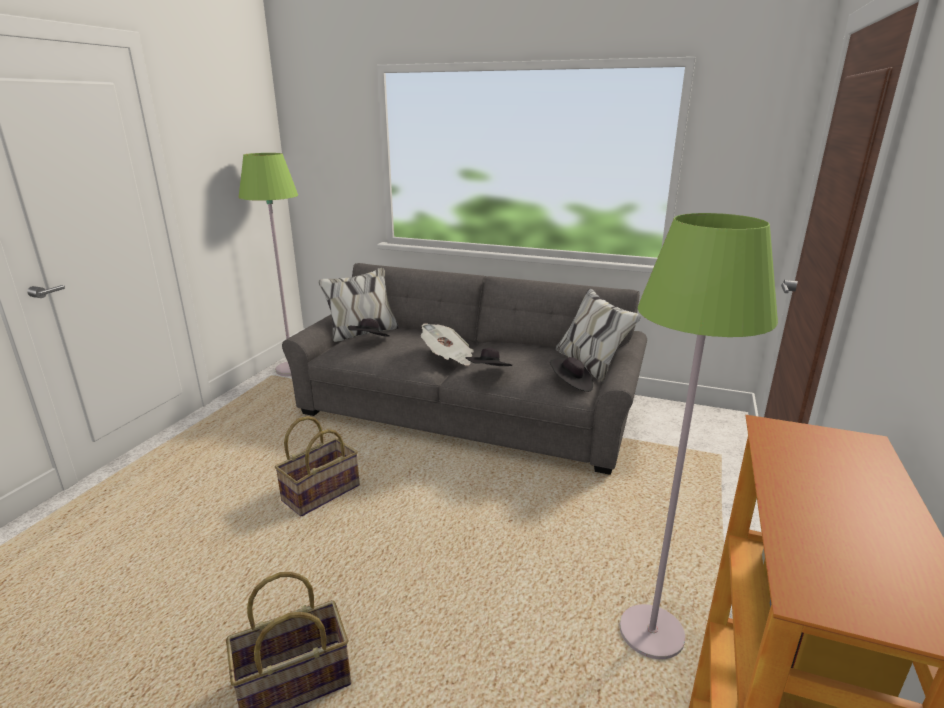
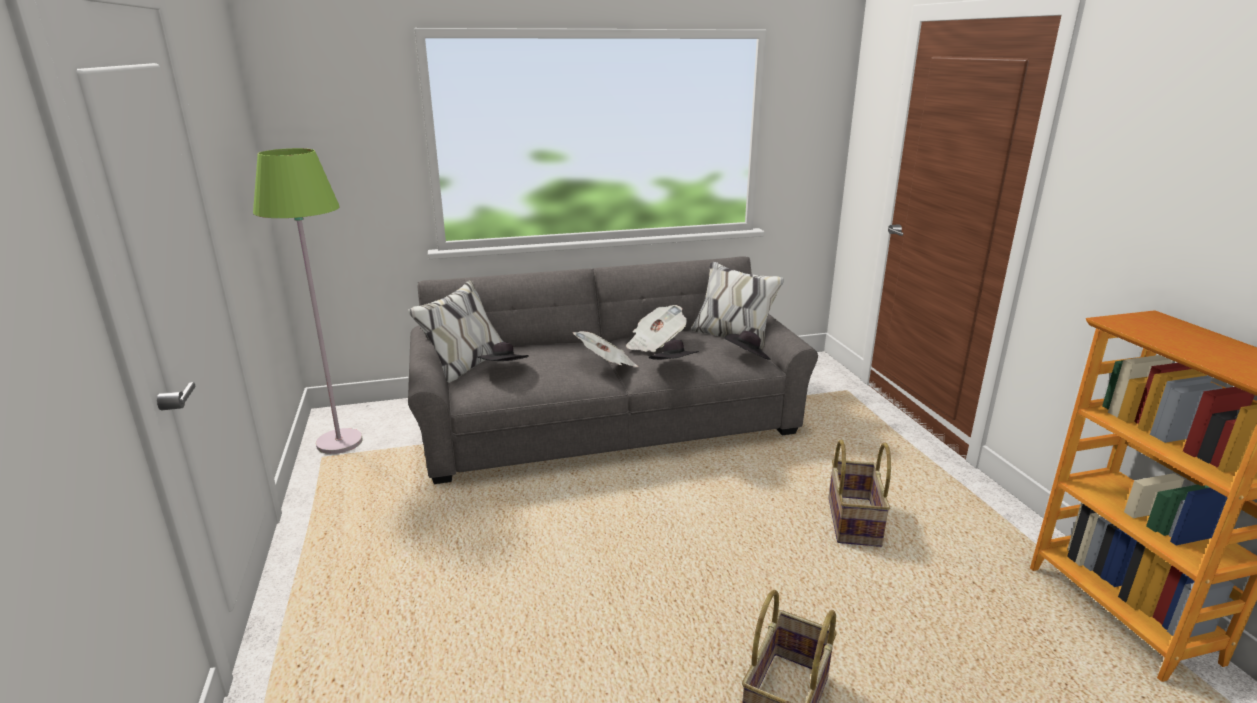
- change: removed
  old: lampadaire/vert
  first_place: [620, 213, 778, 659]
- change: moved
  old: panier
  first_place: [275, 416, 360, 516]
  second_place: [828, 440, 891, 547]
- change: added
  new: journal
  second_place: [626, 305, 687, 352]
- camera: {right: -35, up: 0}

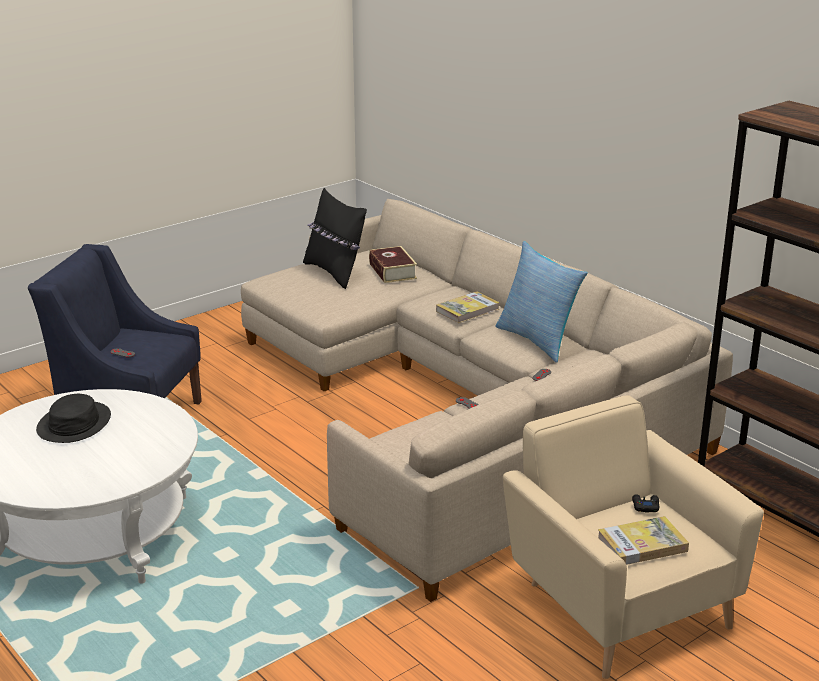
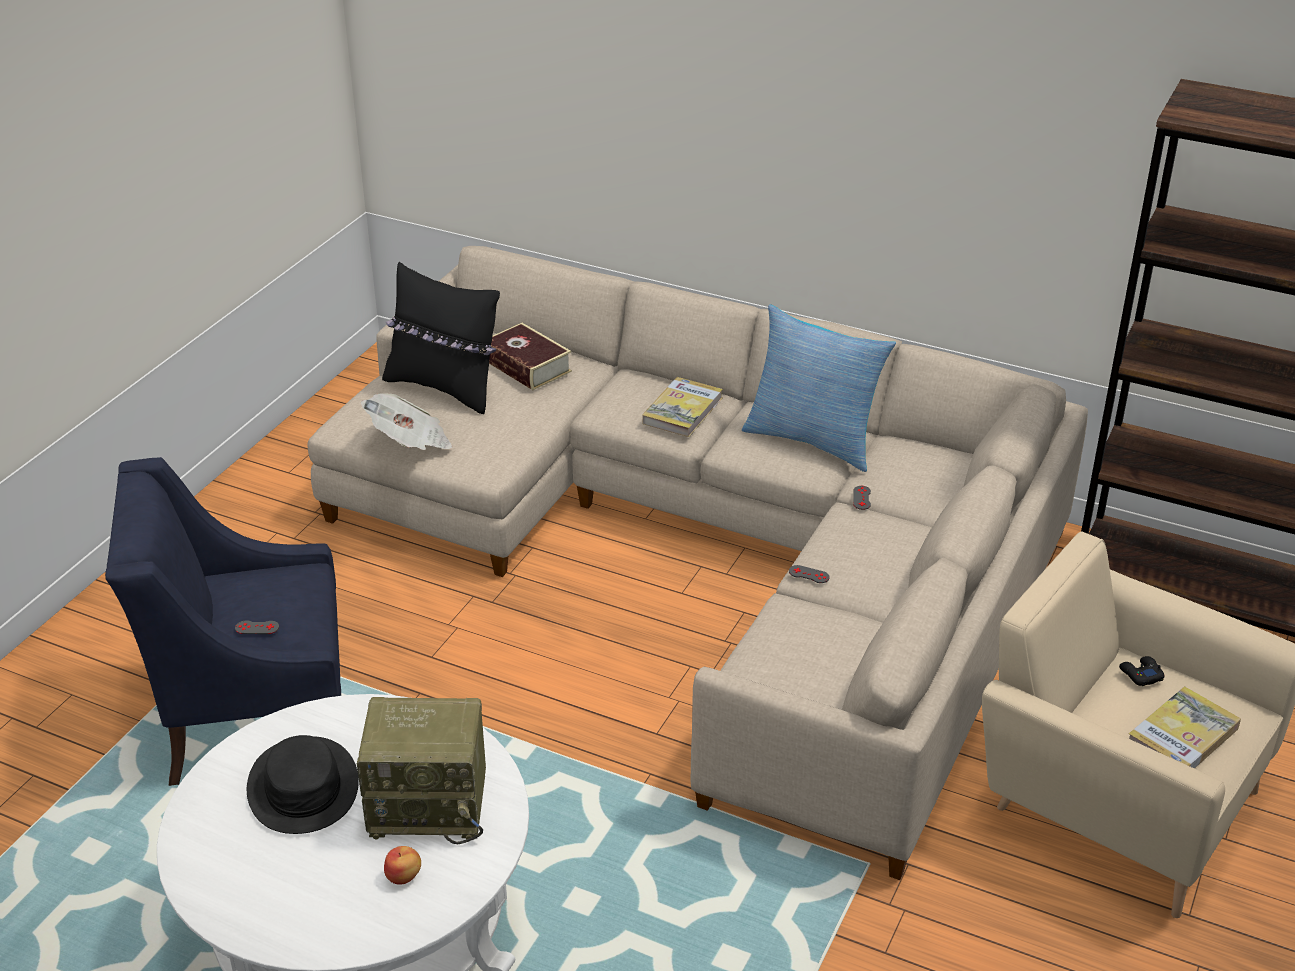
- change: added
  new: journal
  second_place: [361, 393, 452, 450]
- change: added
  new: radio
  second_place: [357, 697, 486, 844]
- change: added
  new: pomme
  second_place: [384, 846, 421, 885]
- camera: {right: -25, up: 10}

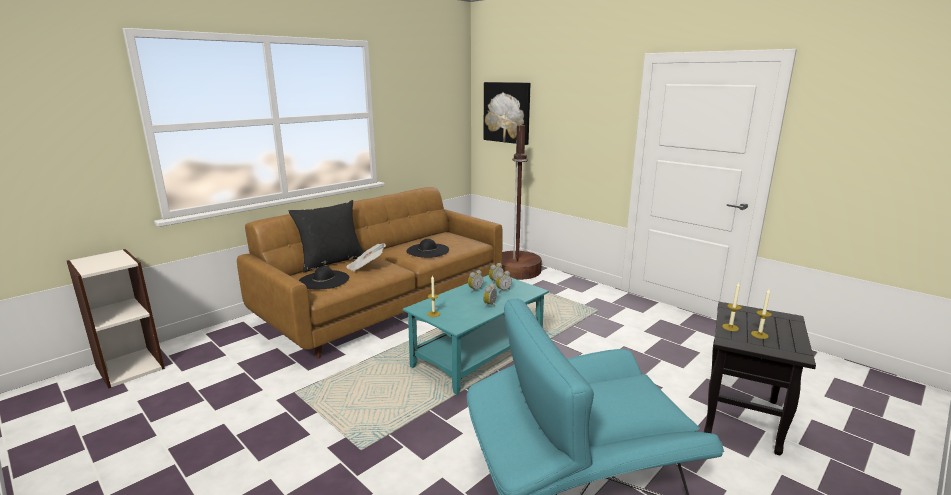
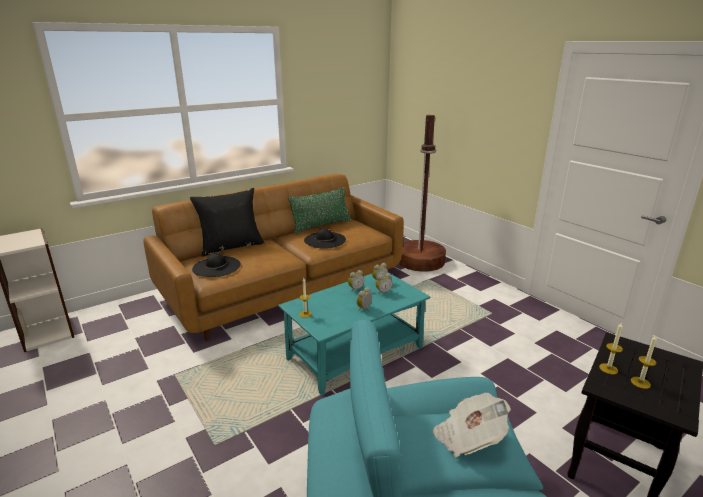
- change: removed
  old: tableau
  first_place: [484, 82, 530, 145]
- change: moved
  old: journal
  first_place: [346, 243, 386, 271]
  second_place: [433, 393, 511, 457]
- change: added
  new: coussin/vert
  second_place: [288, 187, 351, 234]
- camera: {right: 10, up: 5}

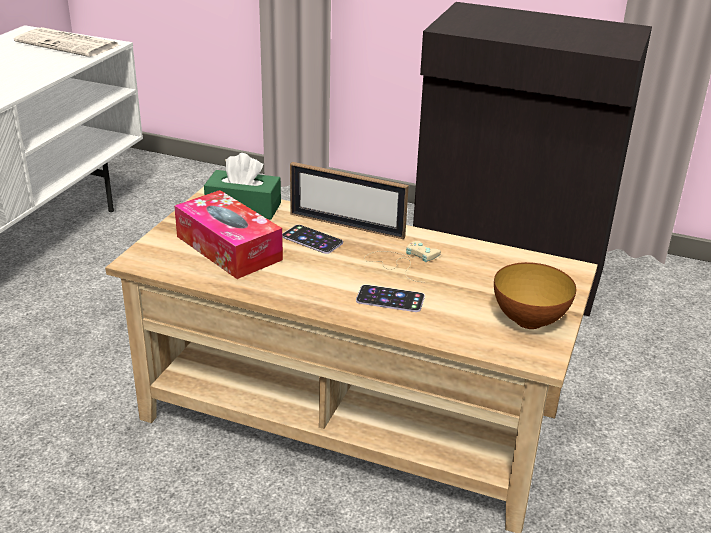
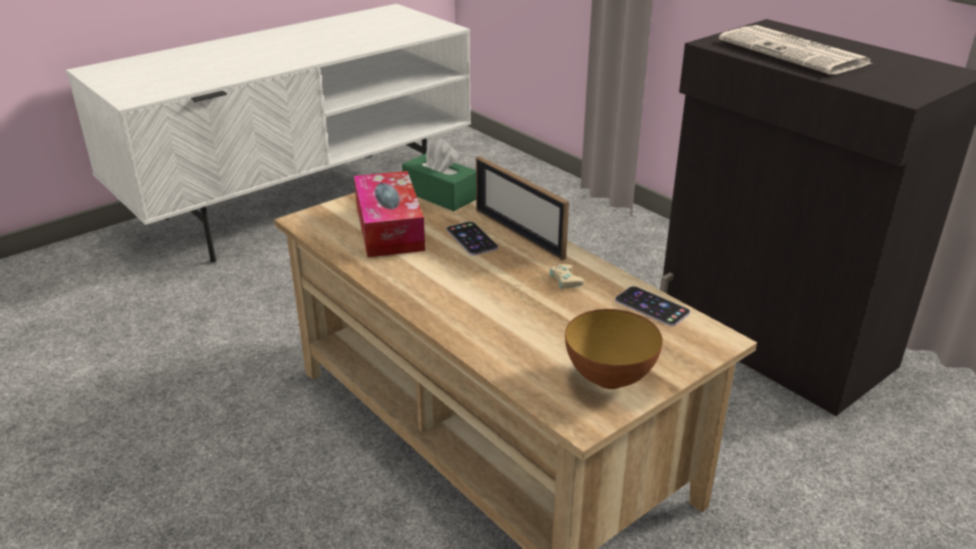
- change: moved
  old: journal
  first_place: [14, 27, 119, 57]
  second_place: [719, 25, 873, 75]
- change: moved
  old: téléphone
  first_place: [356, 285, 425, 312]
  second_place: [615, 286, 690, 326]
- camera: {right: 30, up: 0}

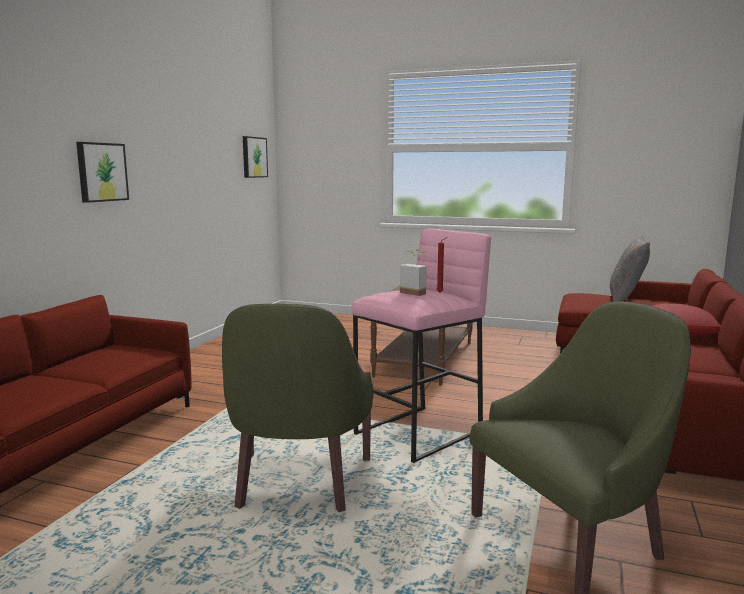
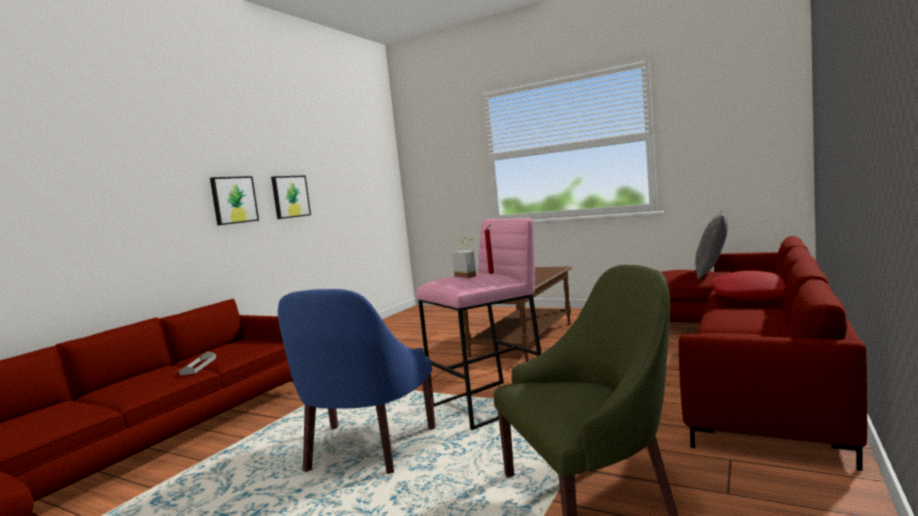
- change: moved
  old: tableau
  first_place: [243, 136, 268, 178]
  second_place: [271, 175, 311, 219]
- change: recoloured
  old: fauteuil/vert
  new: fauteuil/bleu
  first_place: [222, 304, 373, 512]
  second_place: [278, 289, 435, 474]
- change: added
  new: plateau/gris
  second_place: [179, 351, 216, 375]
- camera: {right: 10, up: -5}

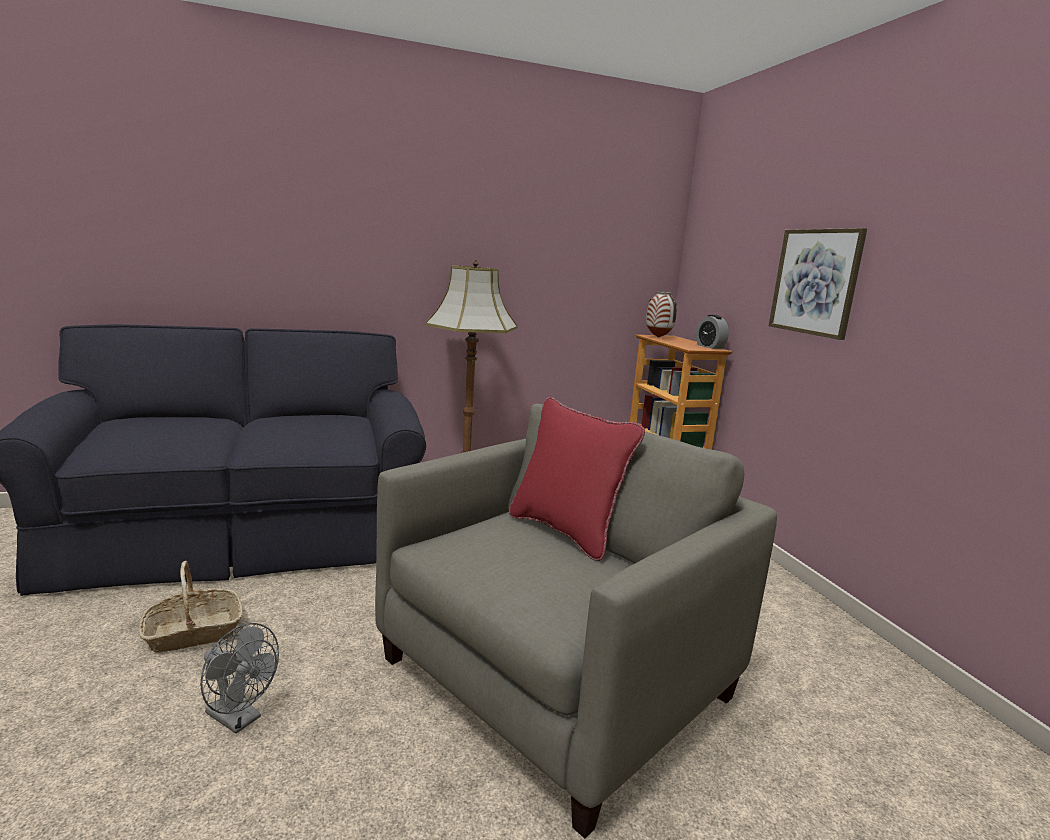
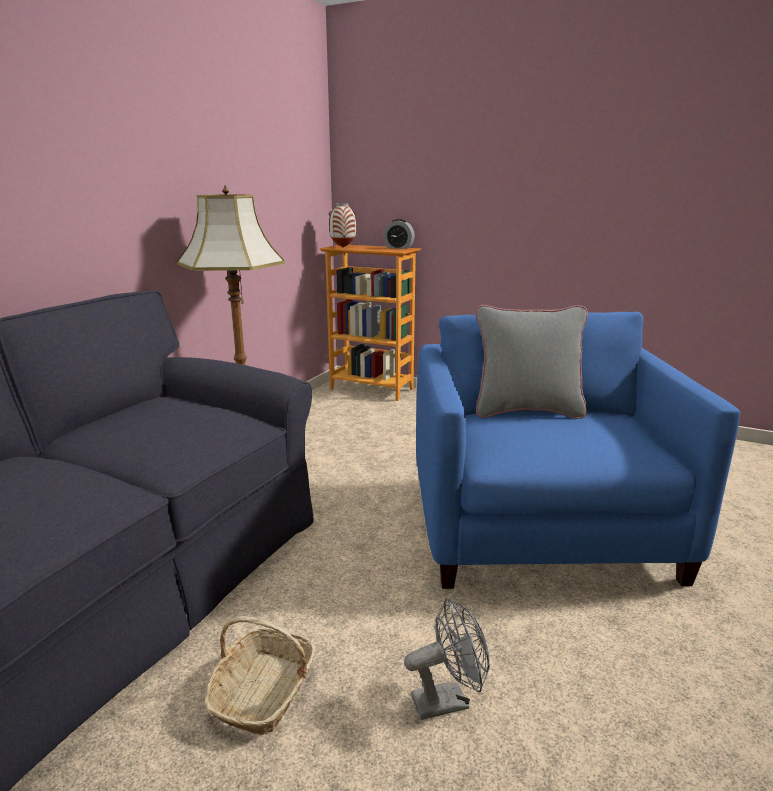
- change: removed
  old: tableau
  first_place: [768, 228, 867, 340]
- change: recoloured
  old: coussin/rouge
  new: coussin/gris
  first_place: [509, 397, 645, 561]
  second_place: [476, 305, 588, 419]
- change: recoloured
  old: fauteuil/beige
  new: fauteuil/bleu
  first_place: [375, 404, 777, 839]
  second_place: [416, 312, 740, 589]
- camera: {right: -45, up: 5}

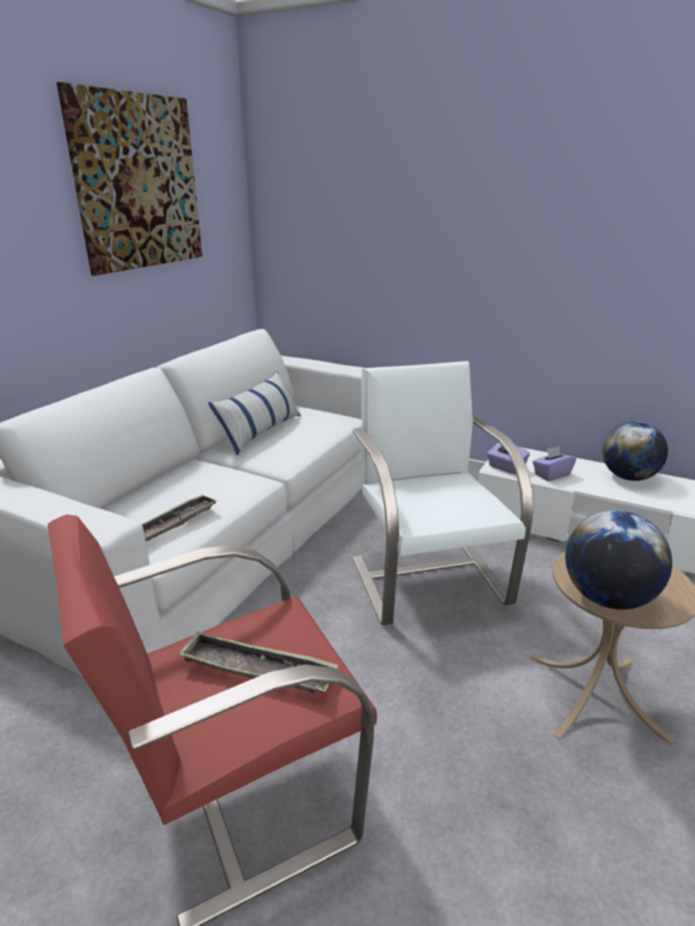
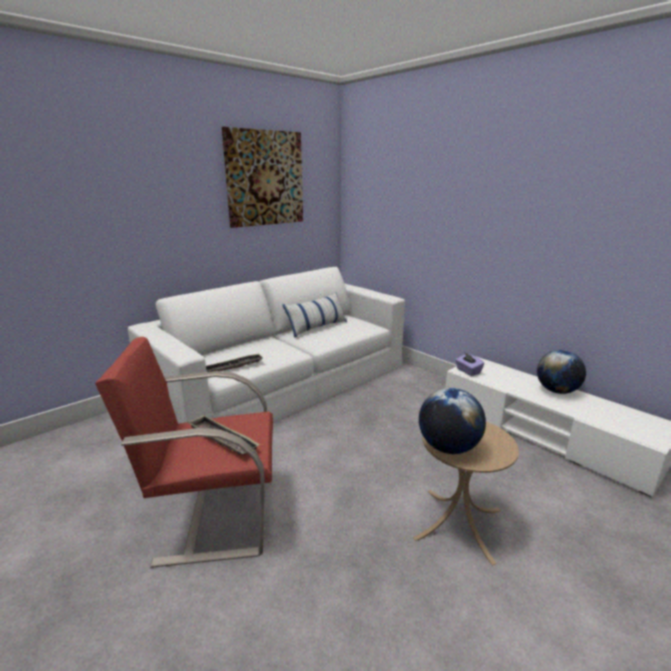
- change: removed
  old: fauteuil/blanc
  first_place: [352, 361, 533, 625]
- change: removed
  old: boîte à mouchoirs/violet
  first_place: [533, 446, 576, 481]
- camera: {right: 20, up: -5}

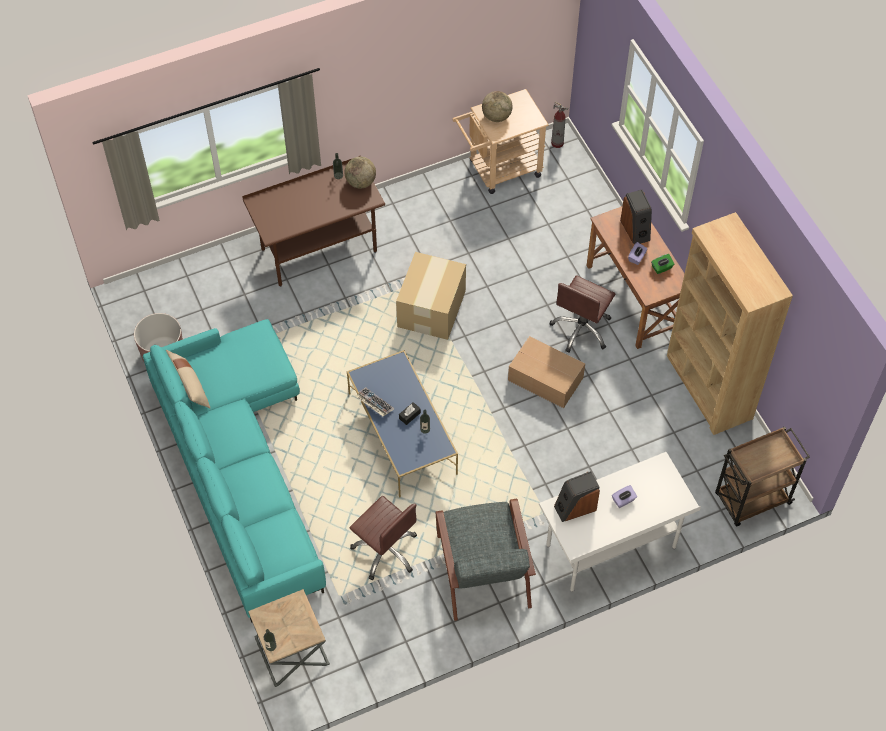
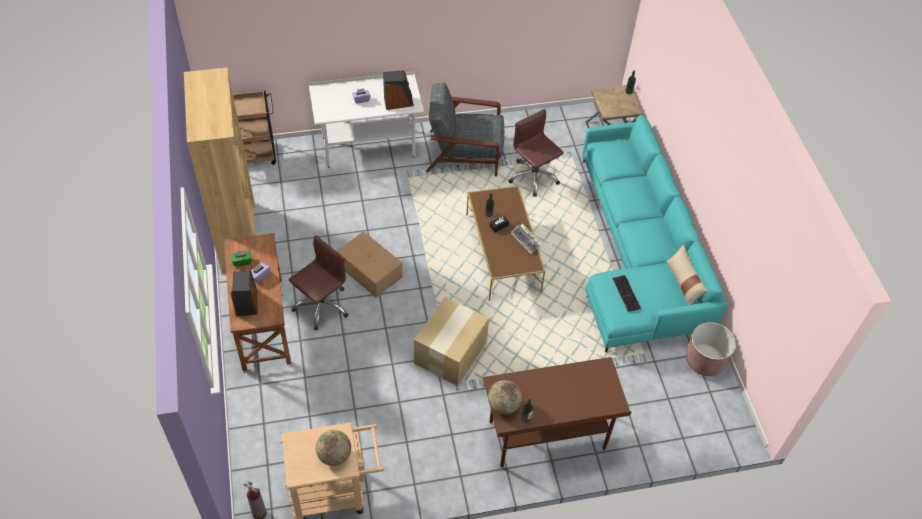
- change: recoloured
  old: table basse/bleu
  new: table basse/marron
  first_place: [347, 350, 458, 498]
  second_place: [466, 186, 545, 301]
- change: turned
  old: fauteuil/gris
  first_place: [436, 499, 536, 621]
  second_place: [426, 82, 504, 176]
  degrees: -90
- change: added
  new: clavier
  second_place: [612, 275, 641, 312]
- camera: {right: -170, up: -5}

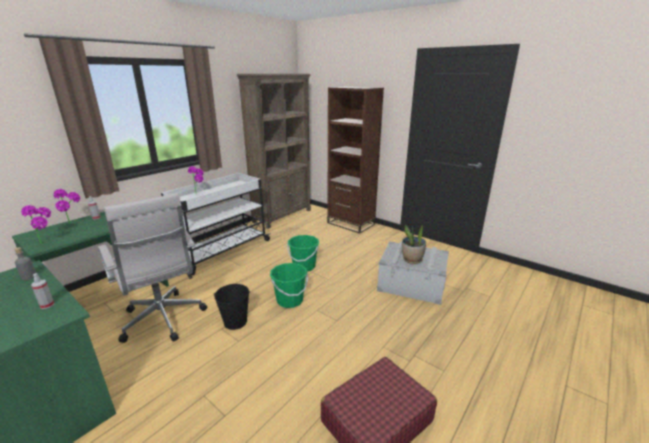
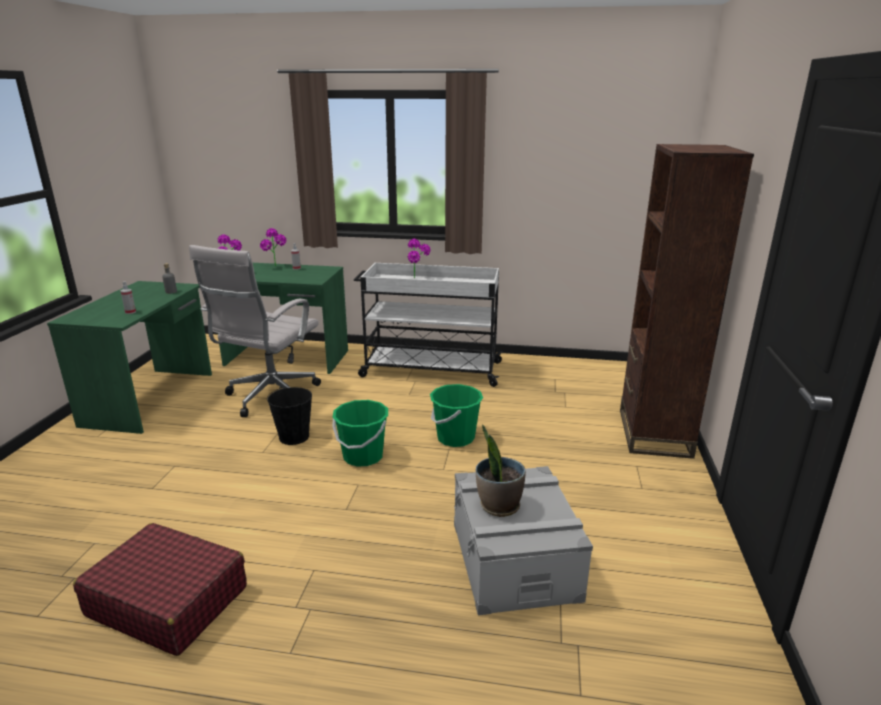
- change: removed
  old: bibliothèque/marron
  first_place: [237, 74, 311, 229]
- camera: {right: 60, up: 0}

